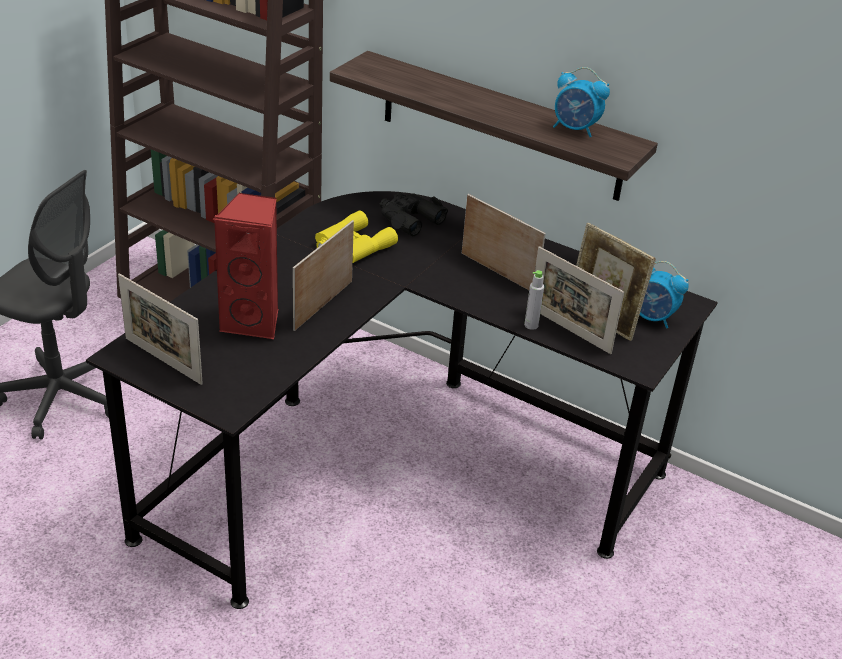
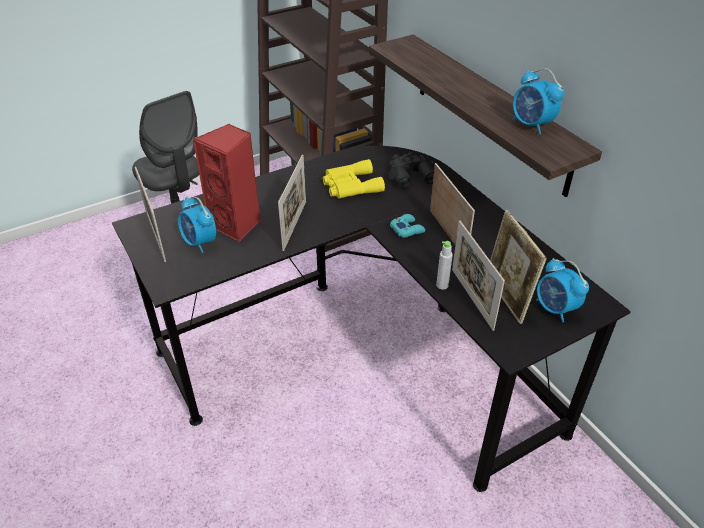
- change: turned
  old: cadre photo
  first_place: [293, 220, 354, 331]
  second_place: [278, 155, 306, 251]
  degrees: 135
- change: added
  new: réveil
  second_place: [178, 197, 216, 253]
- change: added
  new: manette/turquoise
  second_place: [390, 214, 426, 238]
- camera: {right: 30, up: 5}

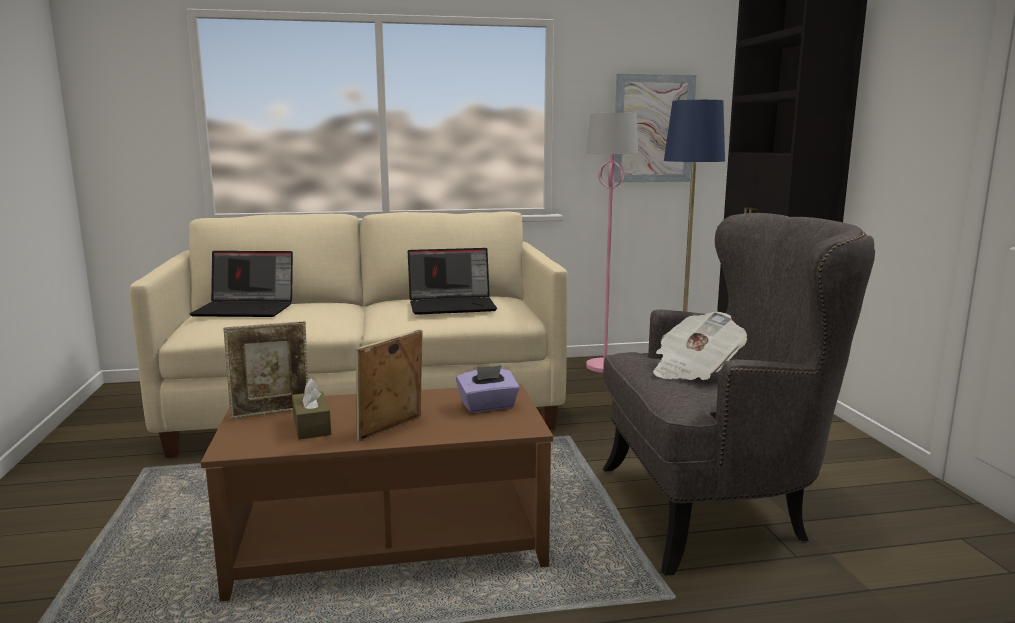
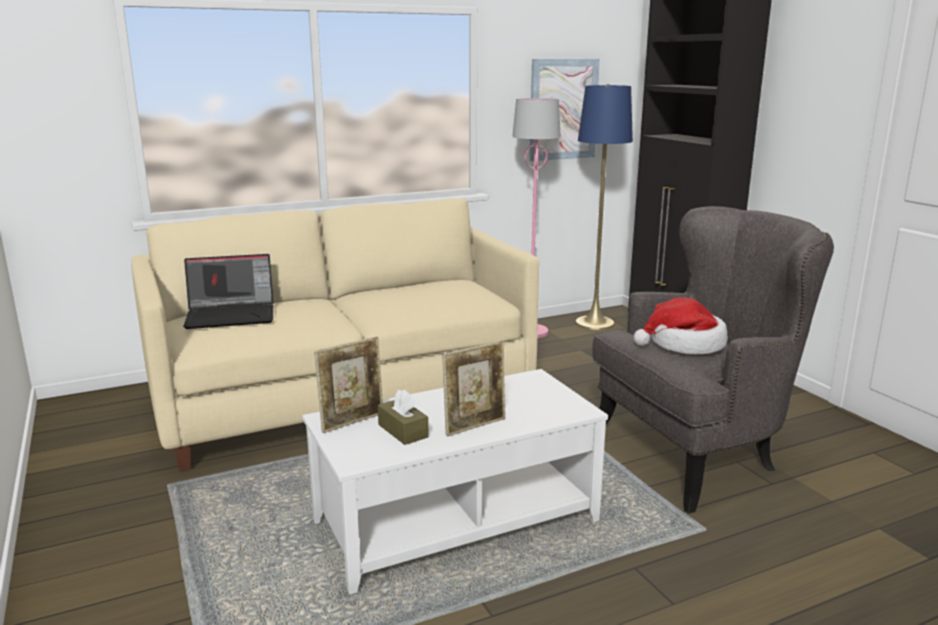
- change: removed
  old: ordinateur portable
  first_place: [408, 248, 497, 315]
- change: replaced
  old: journal
  new: chapeau
  first_place: [653, 312, 747, 380]
  second_place: [633, 297, 728, 354]
- change: turned
  old: cadre photo
  first_place: [355, 329, 422, 441]
  second_place: [442, 341, 505, 437]
  degrees: -150
- change: removed
  old: boîte à mouchoirs/violet
  first_place: [456, 365, 520, 413]
- change: recoloured
  old: table basse/marron
  new: table basse/blanc
  first_place: [201, 384, 553, 601]
  second_place: [302, 369, 608, 595]
- camera: {right: -15, up: 5}

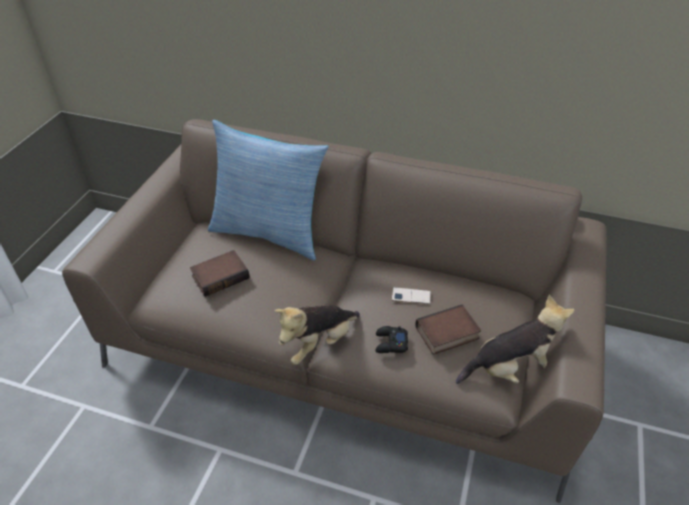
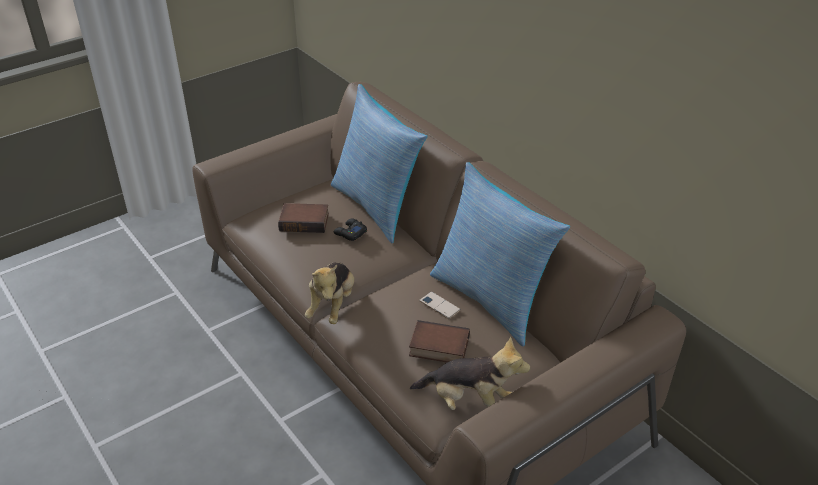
- change: turned
  old: peluche
  first_place: [275, 305, 360, 365]
  second_place: [305, 262, 354, 324]
  degrees: -75
- change: moved
  old: manette/noir
  first_place: [376, 326, 408, 353]
  second_place: [333, 218, 367, 241]
- change: added
  new: coussin
  second_place: [430, 162, 570, 347]
- camera: {right: 35, up: -5}

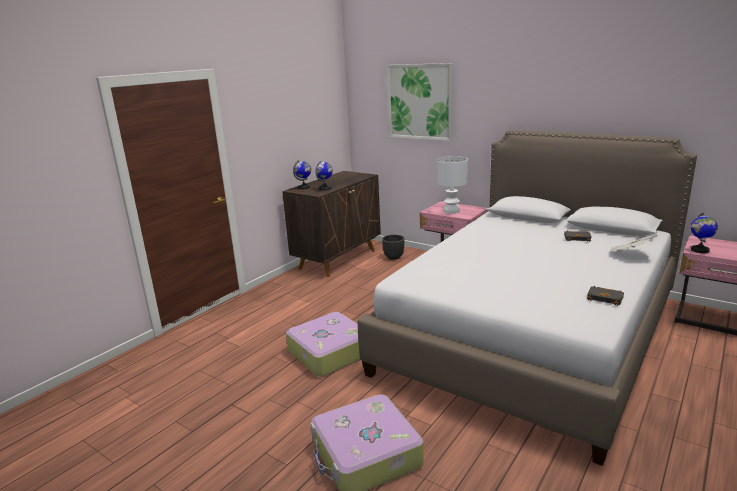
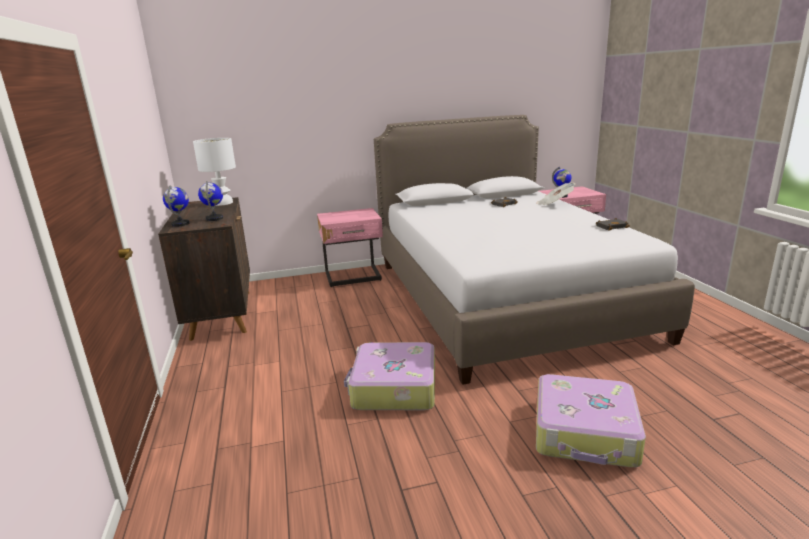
- change: removed
  old: tableau
  first_place: [387, 63, 453, 141]
- change: moved
  old: lampe de table/blanc
  first_place: [437, 156, 468, 214]
  second_place: [193, 138, 236, 206]
- change: removed
  old: cache-pot/noir
  first_place: [382, 235, 404, 260]
- camera: {right: -50, up: 0}

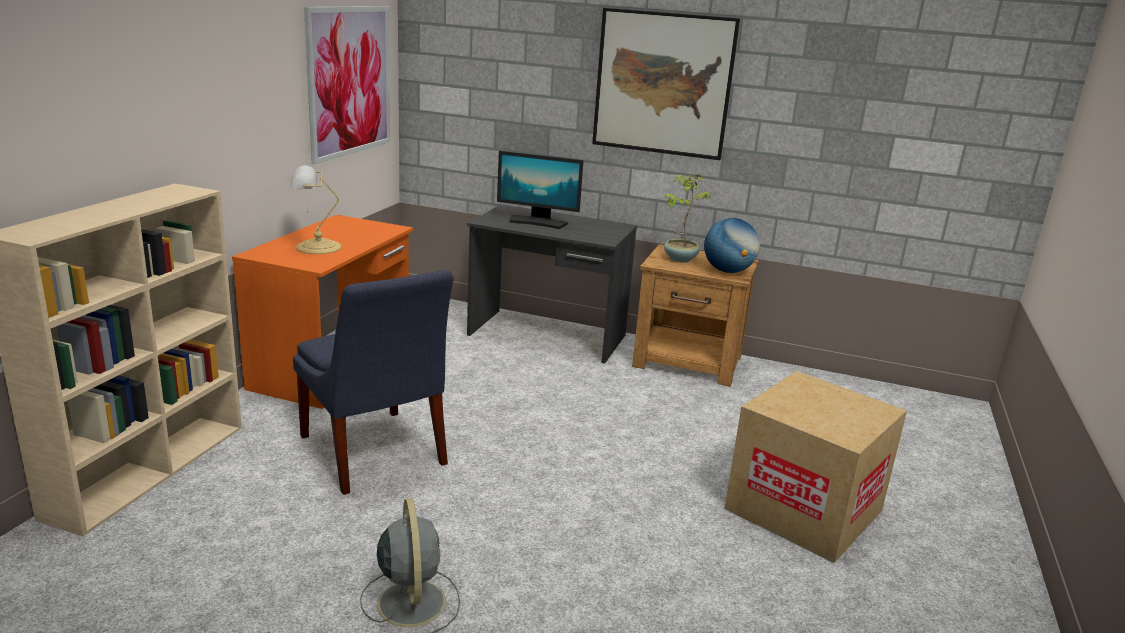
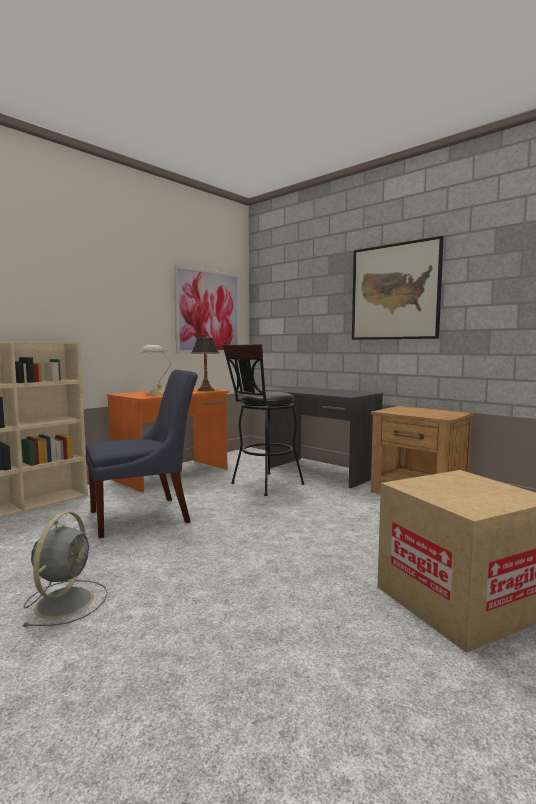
- change: removed
  old: écran d'ordinateur
  first_place: [497, 151, 584, 229]
- change: removed
  old: plante en pot
  first_place: [664, 173, 710, 262]
- change: removed
  old: globe
  first_place: [704, 218, 760, 273]
- change: turned
  old: chaise/bleu
  first_place: [293, 270, 454, 495]
  second_place: [86, 370, 198, 538]
  degrees: -105
- change: added
  new: lampe de table
  second_place: [191, 334, 220, 391]
- change: added
  new: tabouret/noir
  second_place: [223, 344, 305, 496]
- camera: {right: 25, up: -15}

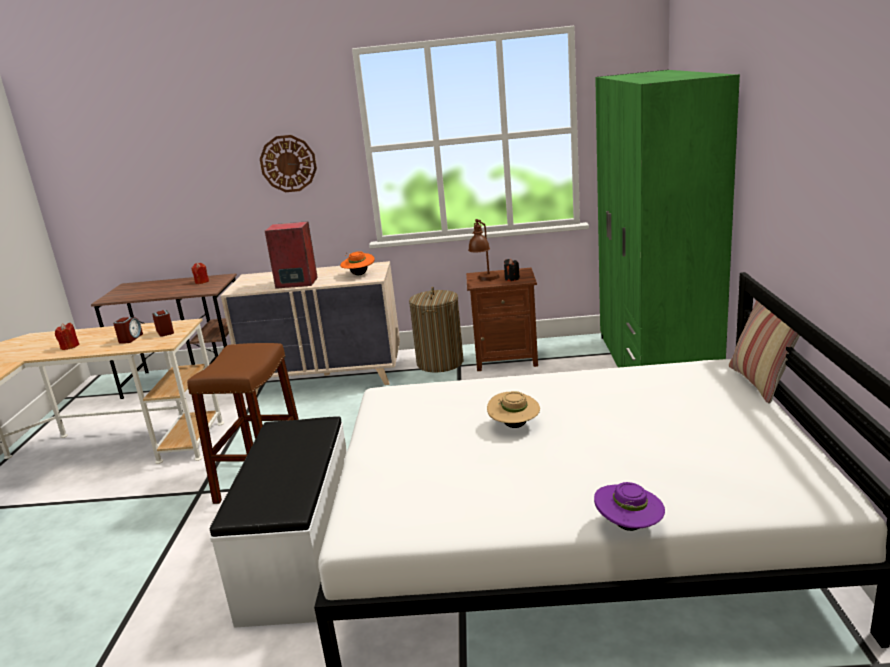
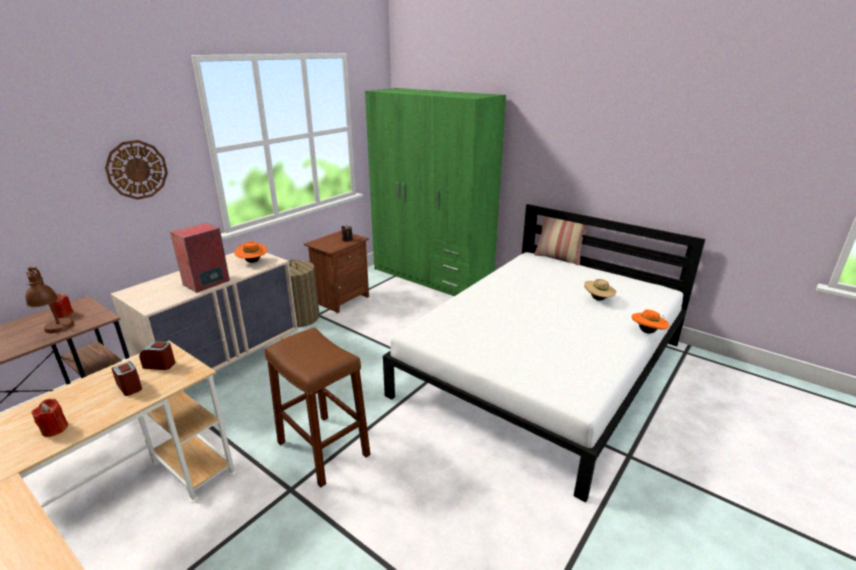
- change: moved
  old: lampe de table/marron
  first_place: [468, 219, 500, 281]
  second_place: [26, 267, 74, 333]
- change: moved
  old: chapeau/beige
  first_place: [487, 391, 540, 428]
  second_place: [584, 279, 616, 301]
- change: removed
  old: banc/blanc
  first_place: [210, 416, 347, 628]
- change: recoloured
  old: chapeau/violet
  new: chapeau/orange
  first_place: [594, 482, 665, 531]
  second_place: [632, 310, 669, 333]
- camera: {right: -55, up: 5}

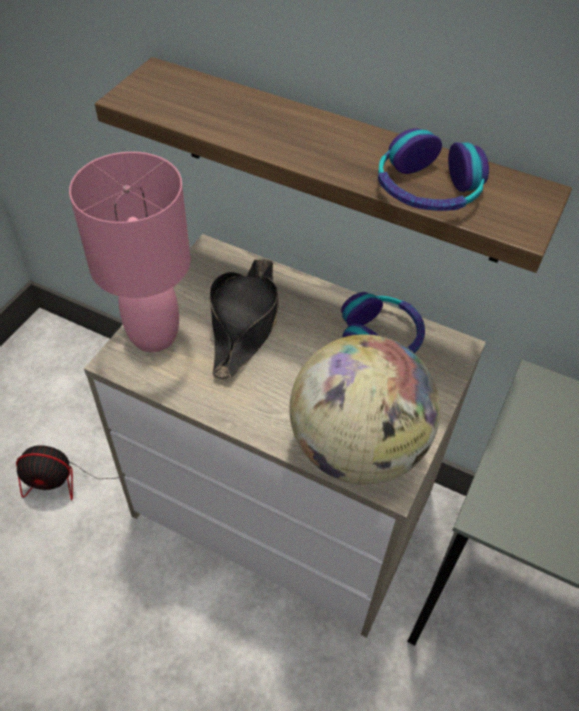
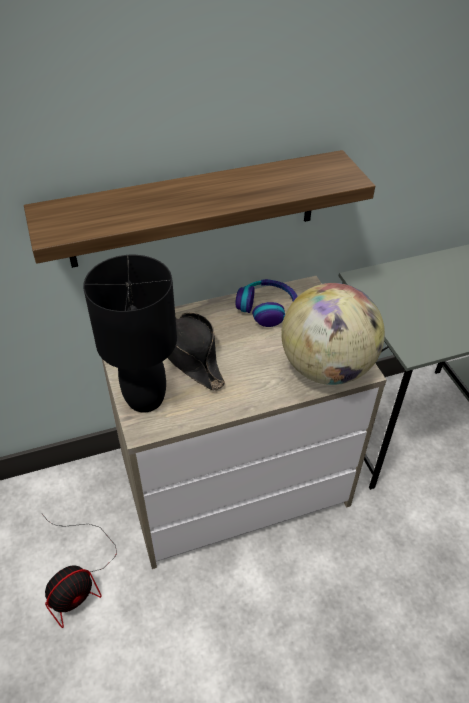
- change: removed
  old: casque audio
  first_place: [378, 128, 489, 211]
- change: recoloured
  old: lampe de table/rose
  new: lampe de table/noir
  first_place: [69, 152, 191, 352]
  second_place: [83, 255, 177, 412]
- camera: {right: -45, up: -5}

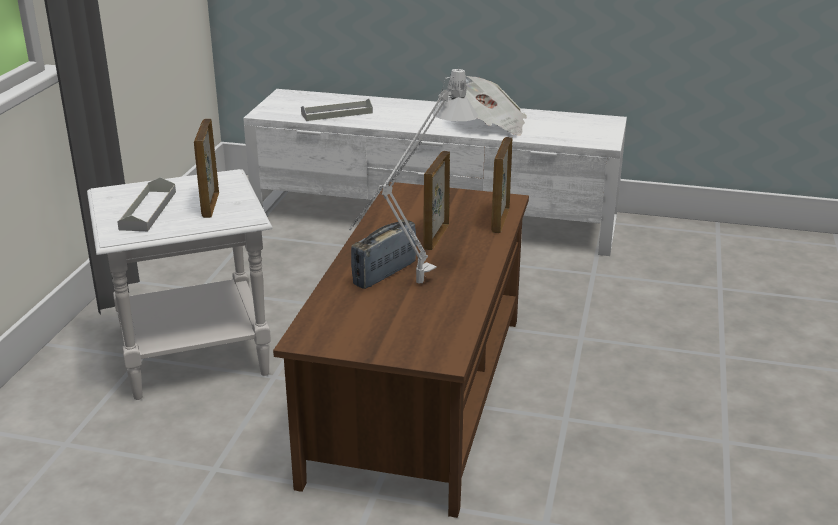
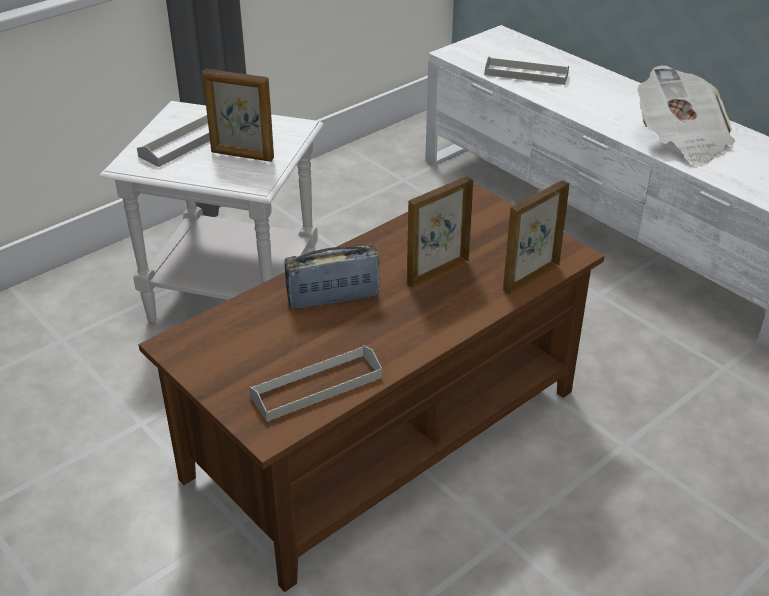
- change: removed
  old: lampe de table/gris
  first_place: [348, 67, 478, 283]
- change: turned
  old: cadre photo
  first_place: [194, 119, 219, 218]
  second_place: [202, 69, 274, 162]
  degrees: -105
- change: added
  new: plateau/gris
  second_place: [249, 345, 382, 421]
- camera: {right: 35, up: 10}

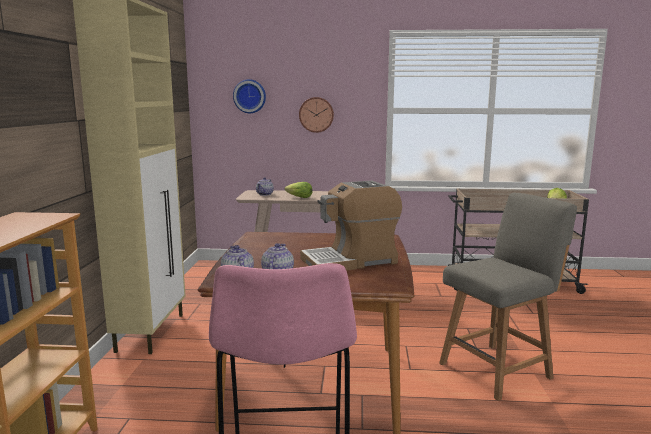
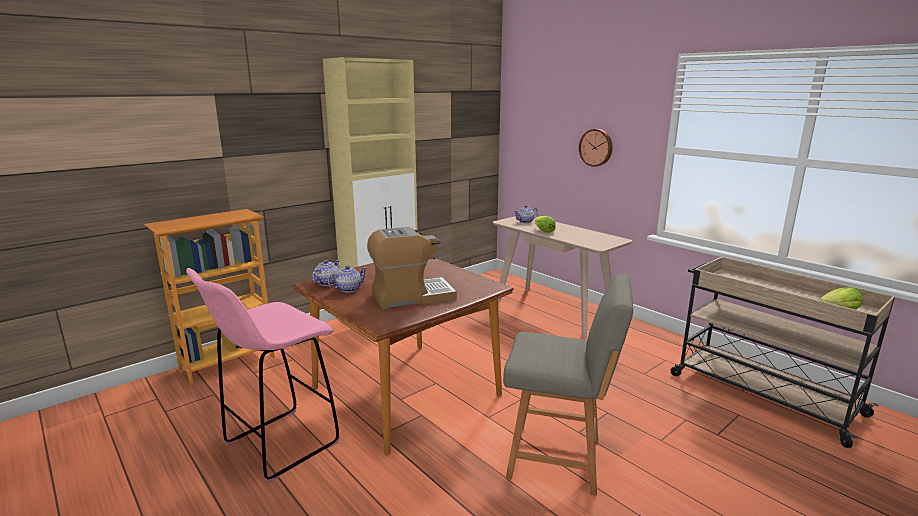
- change: removed
  old: horloge murale
  first_place: [233, 79, 266, 113]
- change: turned
  old: machine à café
  first_place: [300, 181, 402, 271]
  second_place: [367, 227, 457, 310]
  degrees: 135
- camera: {right: 45, up: 5}

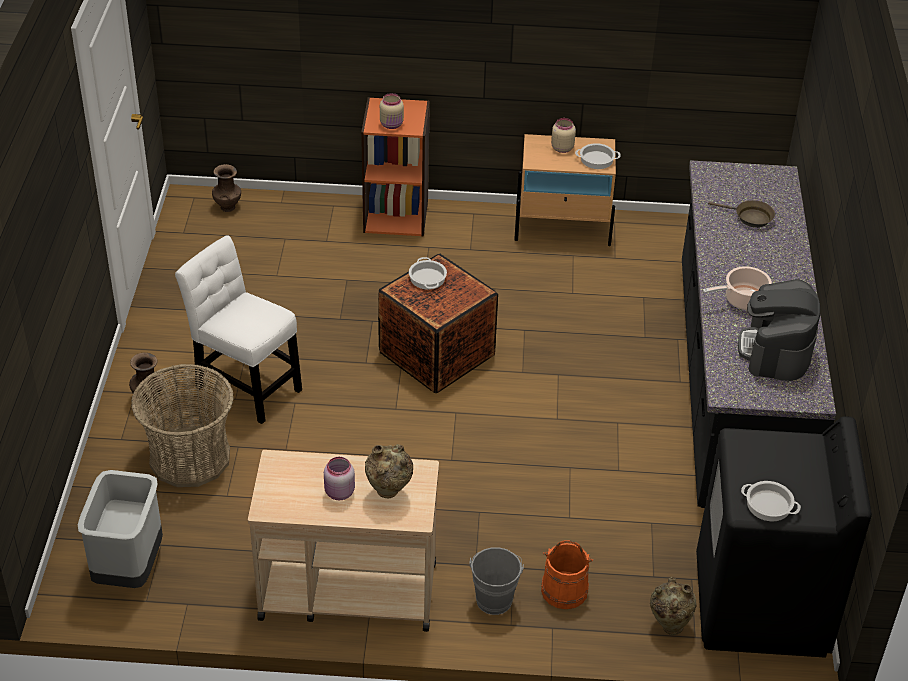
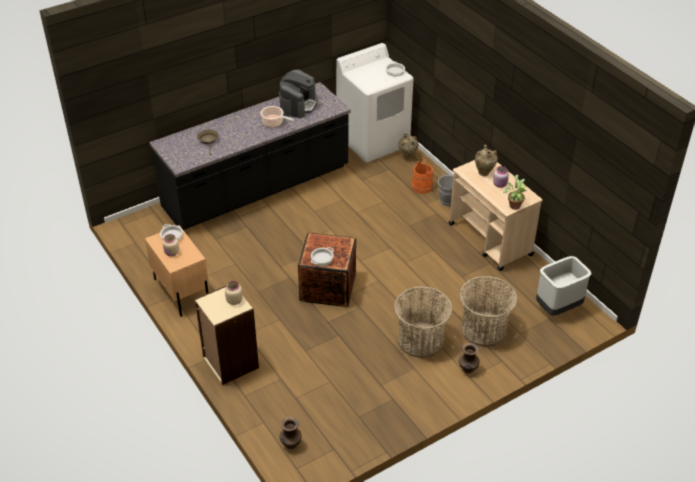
- change: recoloured
  old: bibliothèque/orange
  new: bibliothèque/beige
  first_place: [361, 97, 430, 236]
  second_place: [195, 285, 259, 385]
- change: replaced
  old: chaise/blanc
  new: panier
  first_place: [175, 235, 302, 424]
  second_place: [394, 286, 453, 358]
- change: turned
  old: machine à café
  first_place: [738, 279, 820, 381]
  second_place: [279, 69, 317, 118]
  degrees: -45
- change: recoloured
  old: lave-linge/noir
  new: lave-linge/blanc
  first_place: [696, 416, 872, 658]
  second_place: [336, 43, 414, 163]
- change: added
  new: plante en pot
  second_place: [503, 174, 527, 210]
- camera: {right: -125, up: 0}

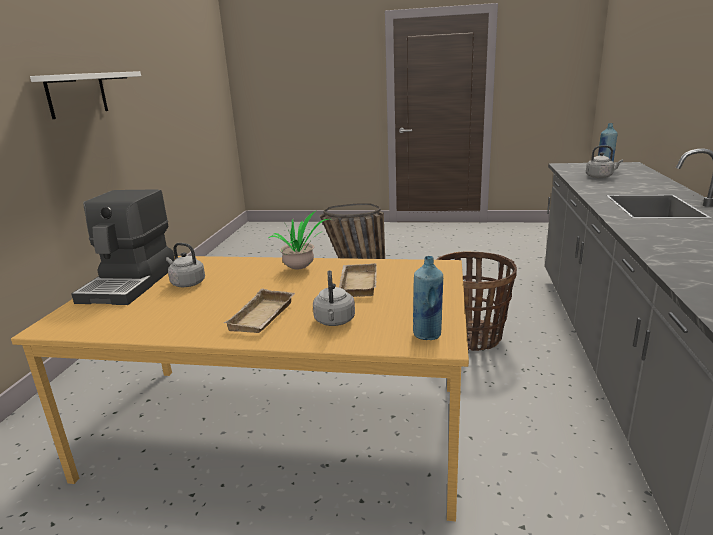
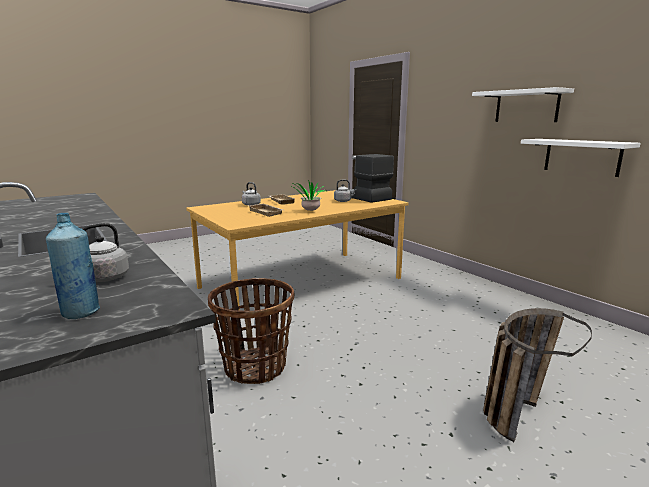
- change: removed
  old: bouteille/bleu
  first_place: [413, 256, 443, 340]
- change: added
  new: étagère/blanc
  second_place: [521, 139, 641, 177]
- camera: {right: 135, up: -5}

